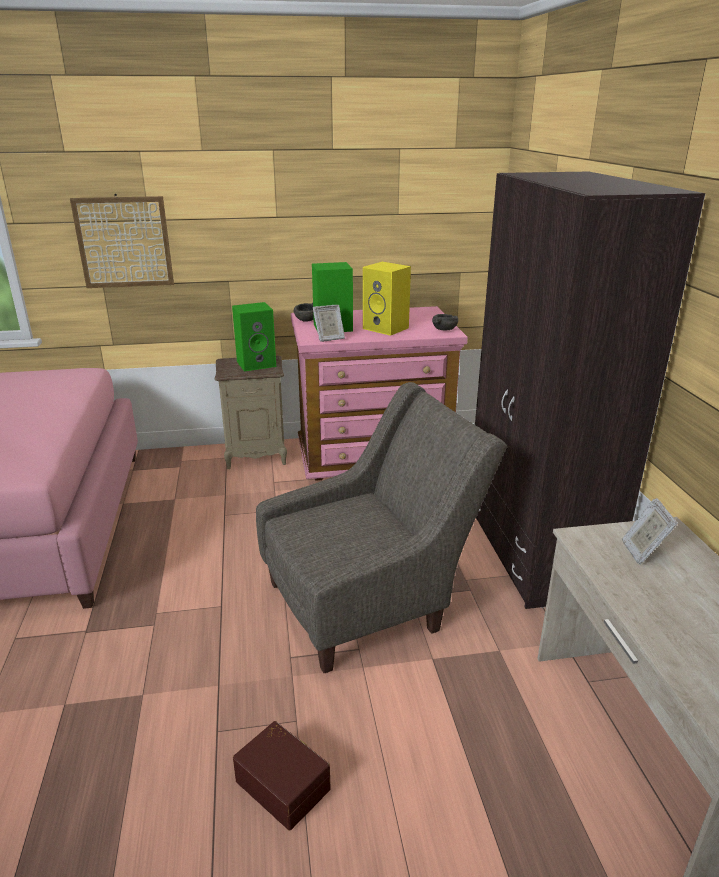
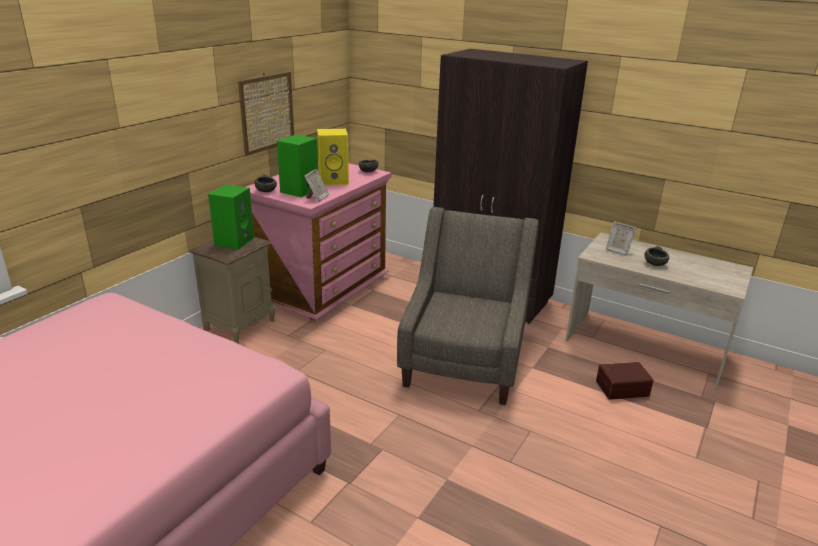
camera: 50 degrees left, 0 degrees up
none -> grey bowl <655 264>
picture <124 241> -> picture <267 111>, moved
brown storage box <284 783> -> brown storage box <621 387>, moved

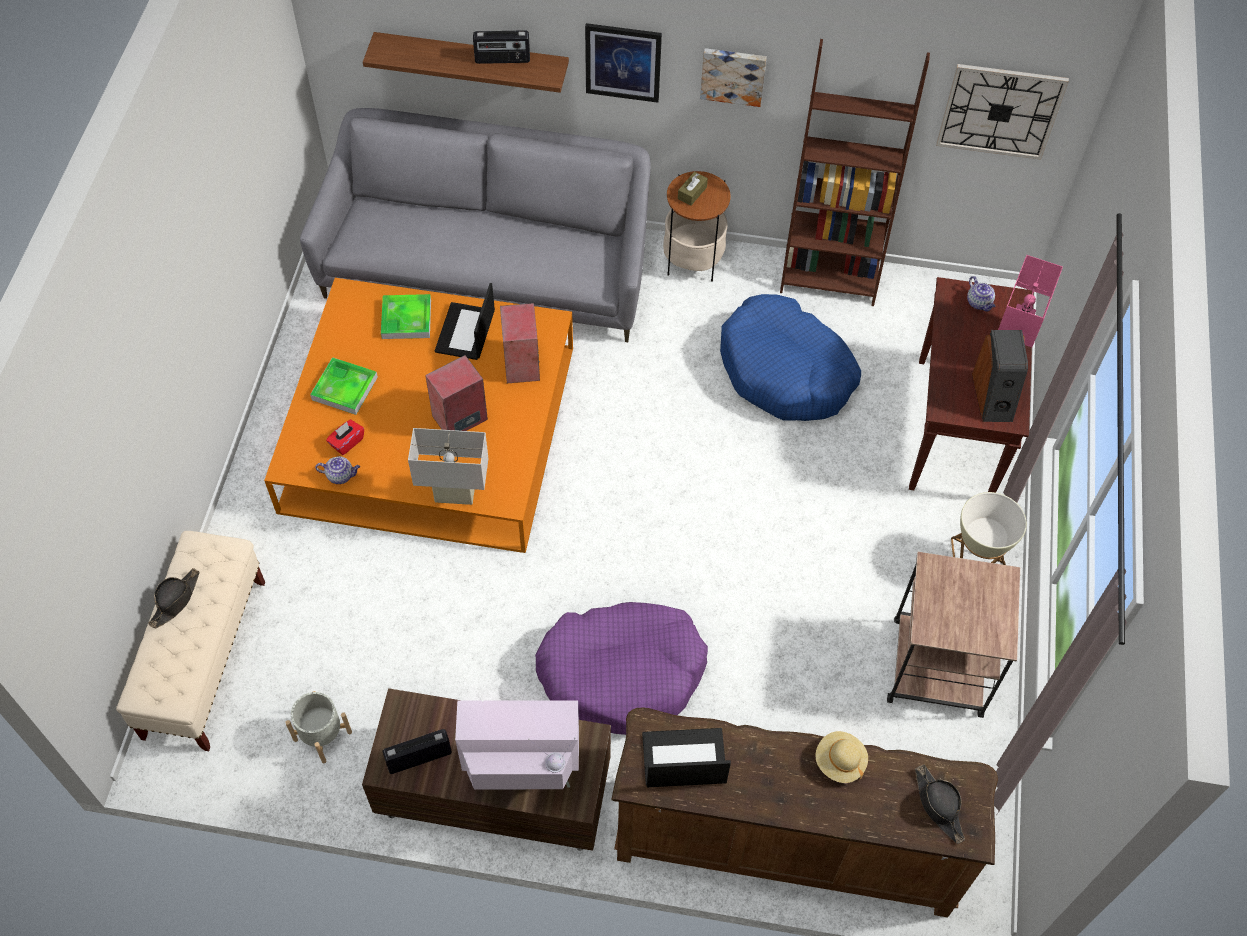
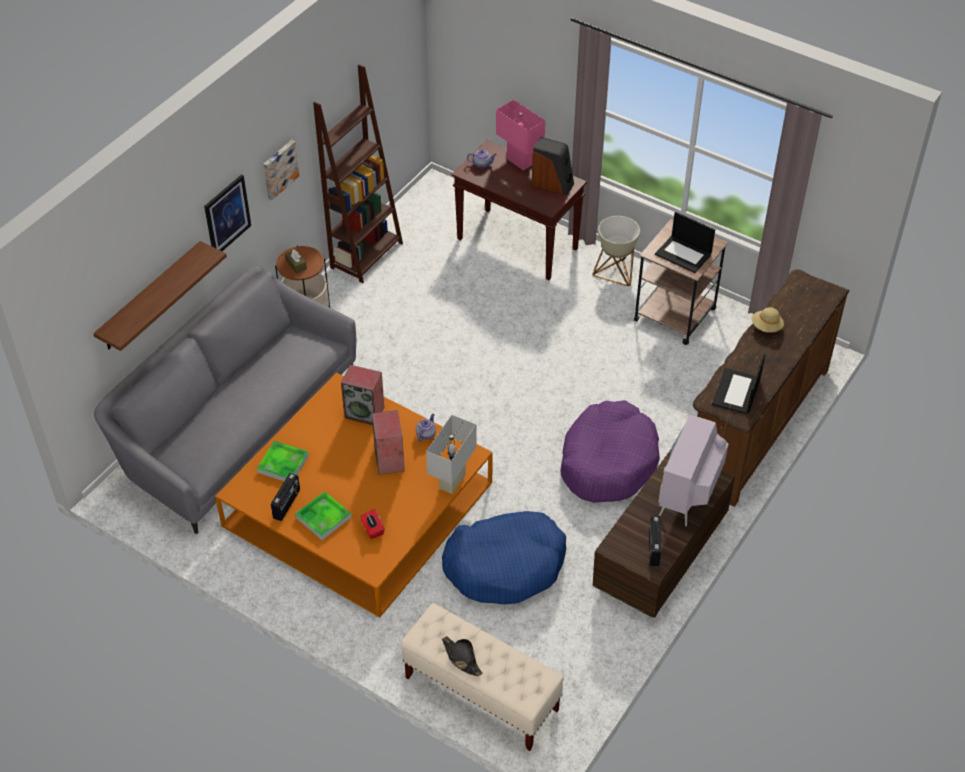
camera: 65 degrees left, 10 degrees down
grey planter <323 736> -> none
black hat <939 806> -> none
wall clock <1000 111> -> none
teapot <341 475> -> teapot <426 434>, moved
laptop <465 332> -> laptop <684 254>, moved
radio <502 60> -> radio <287 504>, moved
blue dog bed <785 371> -> blue dog bed <505 565>, moved

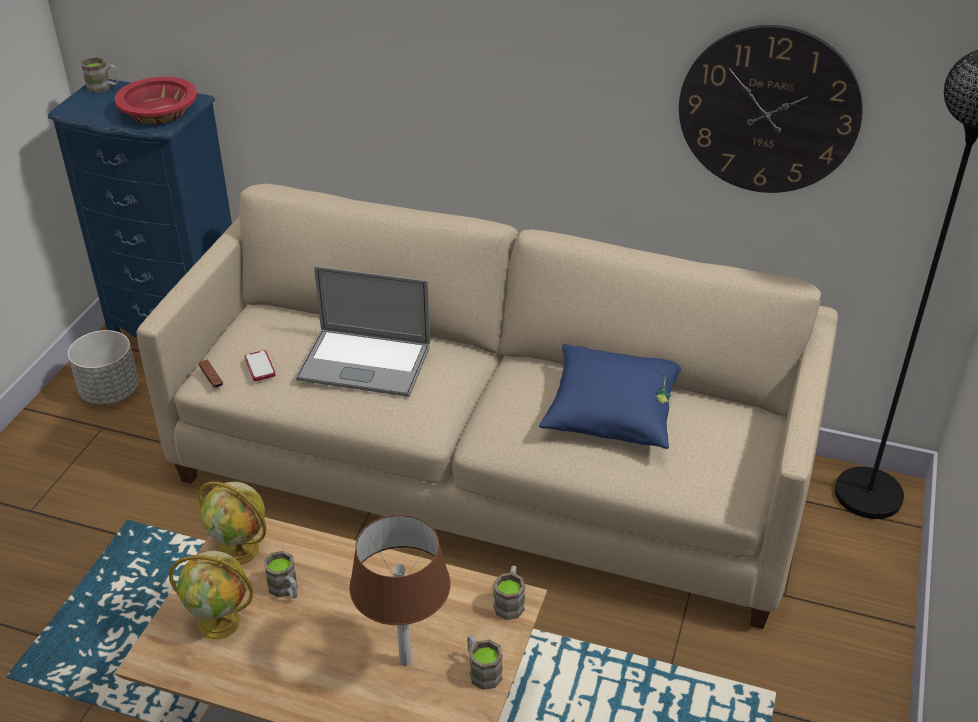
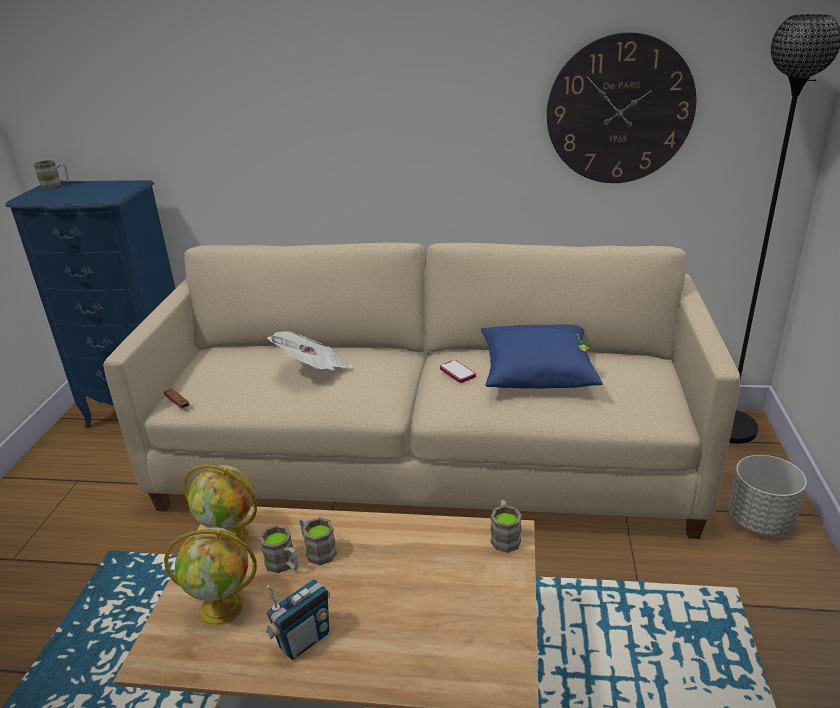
camera: 10 degrees left, 10 degrees down
red bowl <159 111> -> none
brown table lamp <405 660> -> none
none -> radio <304 640>
grey planter <110 391> -> grey planter <758 520>, moved
phone <260 367> -> phone <457 372>, moved
brown mug <482 670> -> brown mug <317 550>, moved
laptop <364 363> -> newspaper <314 369>

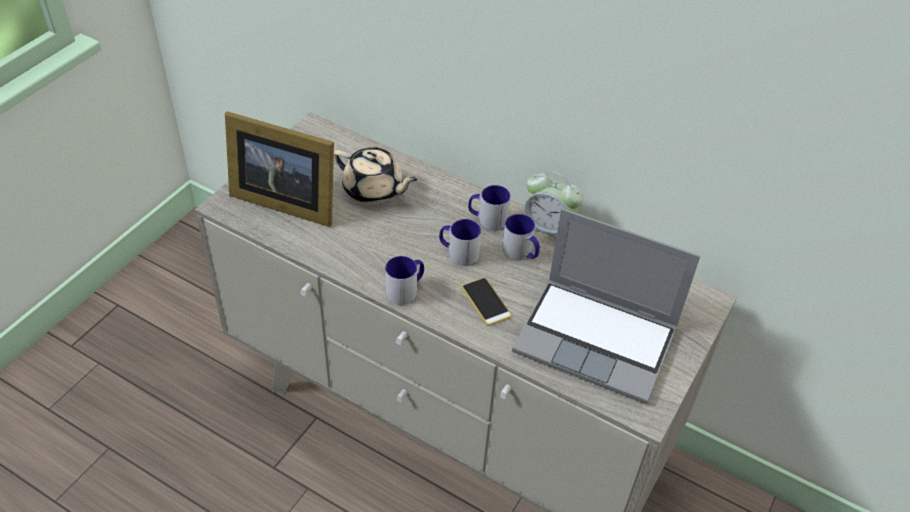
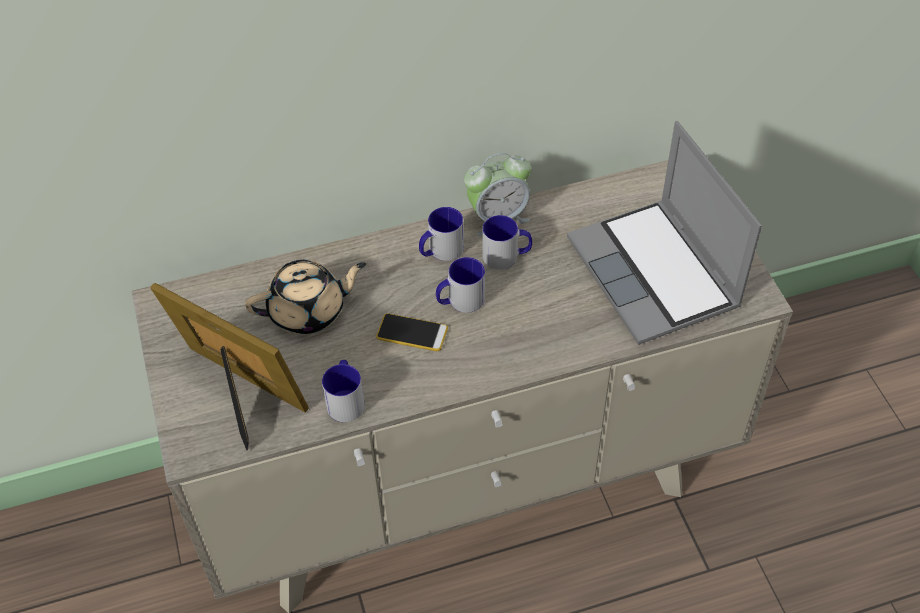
camera: 45 degrees left, 5 degrees up
mug <406 289> -> mug <346 399>, moved
phone <486 302> -> phone <412 333>, moved
picture frame <283 200> -> picture frame <240 394>, 120 degrees counterclockwise
laptop <598 340> -> laptop <655 274>, 90 degrees clockwise

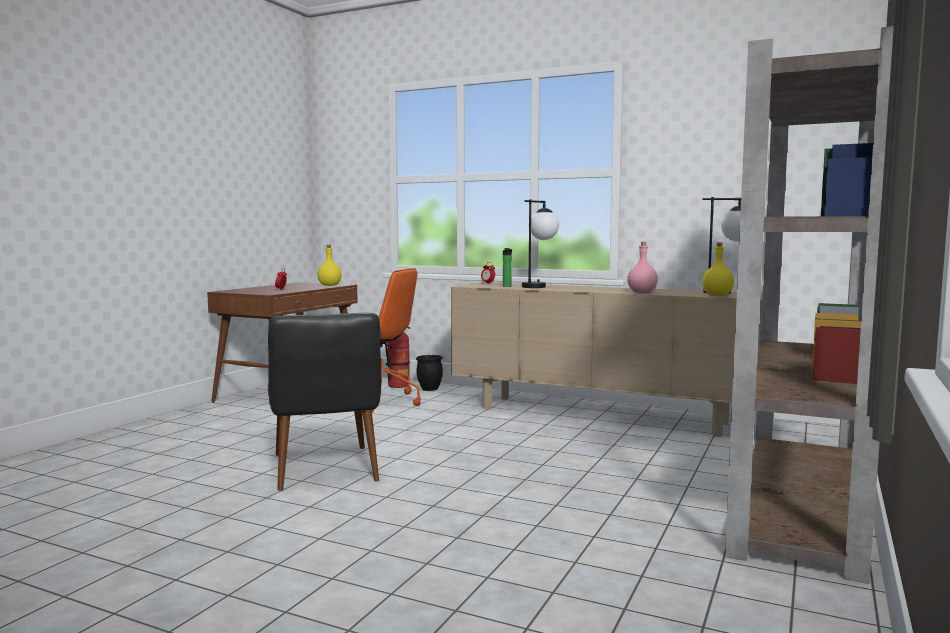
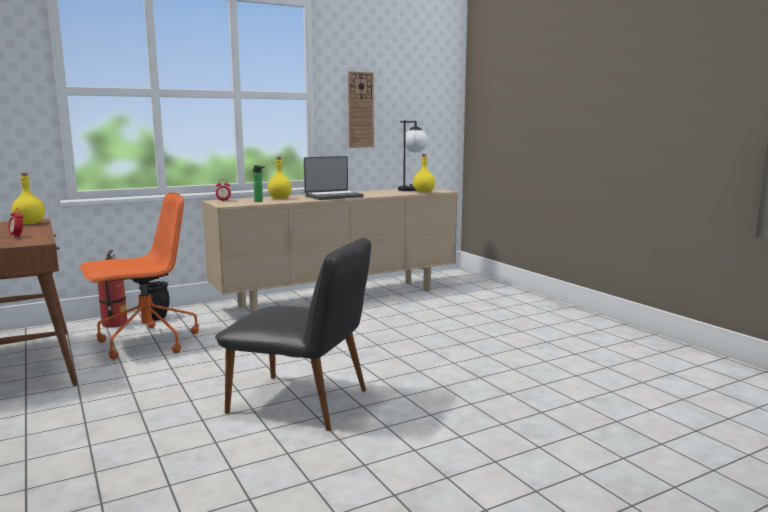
camera: 55 degrees left, 5 degrees up
pink bottle <642 292> -> none
brown bookcase <799 502> -> none
none -> laptop <333 196>
none -> wall clock <360 110>
table lamp <539 286> -> yellow bottle <280 198>

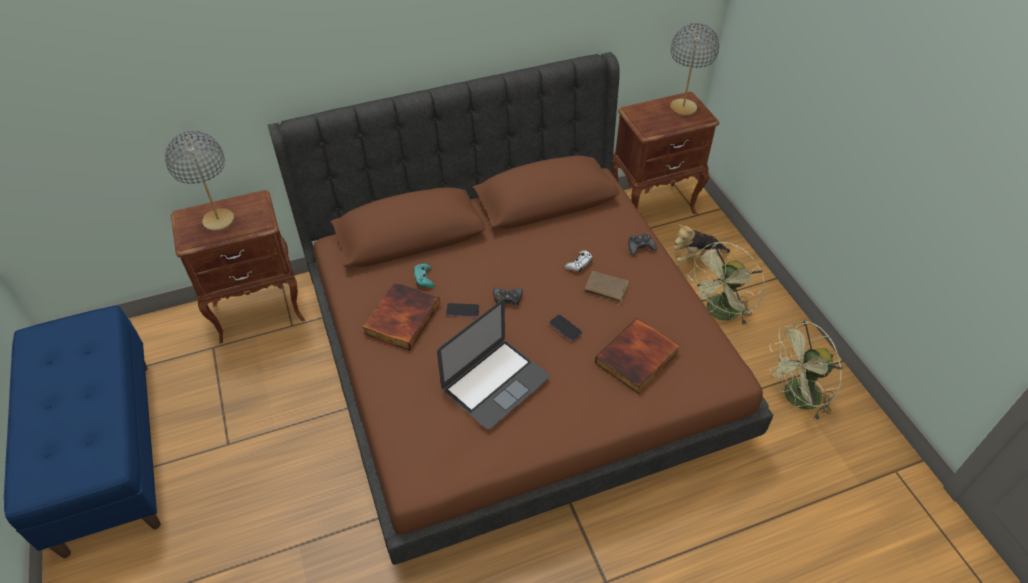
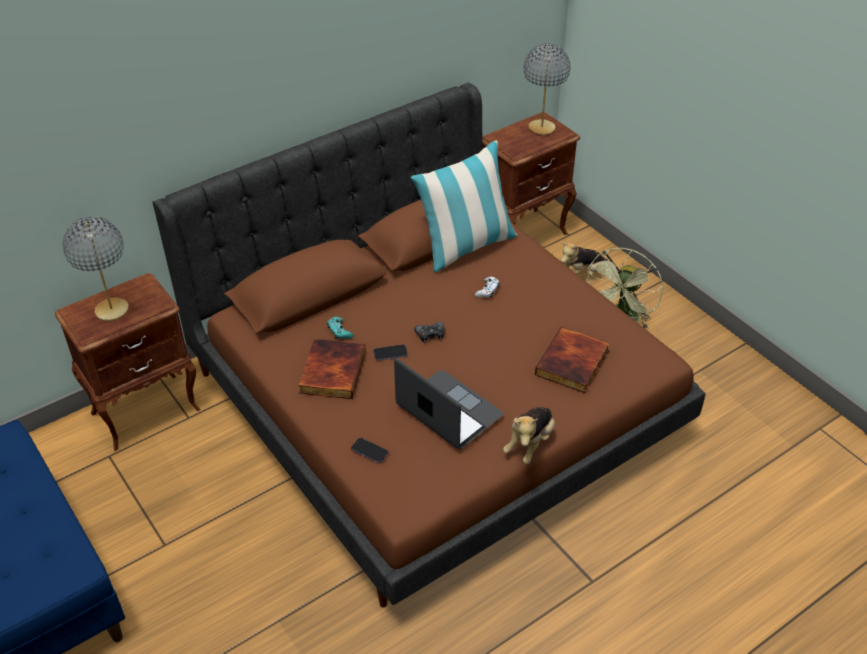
camera: 15 degrees left, 5 degrees down
brown book <605 289> -> none
black game controller <640 247> -> none
green fan <795 398> -> none
none -> pillow <466 247>
none -> plush toy <530 443>
phone <565 328> -> phone <369 451>, moved
laptop <495 383> -> laptop <448 410>, 75 degrees counterclockwise

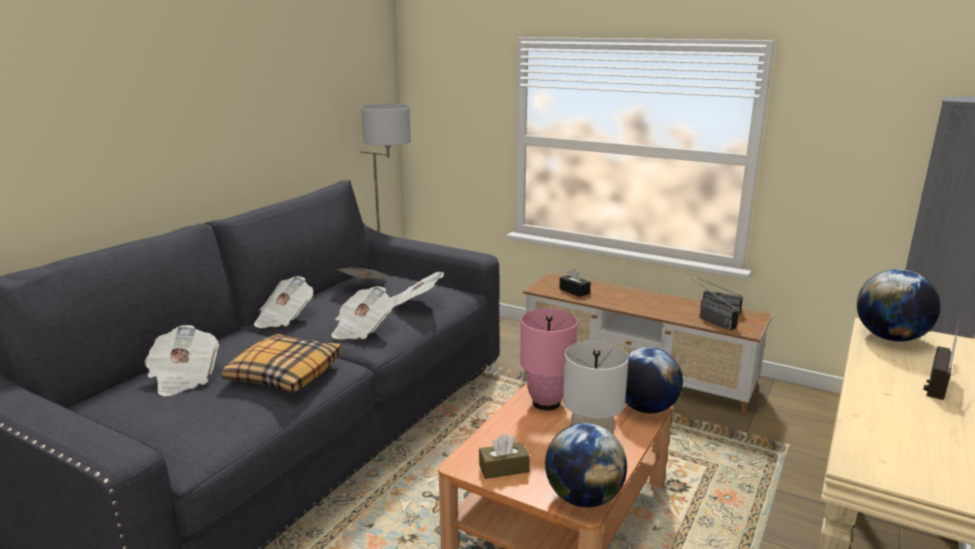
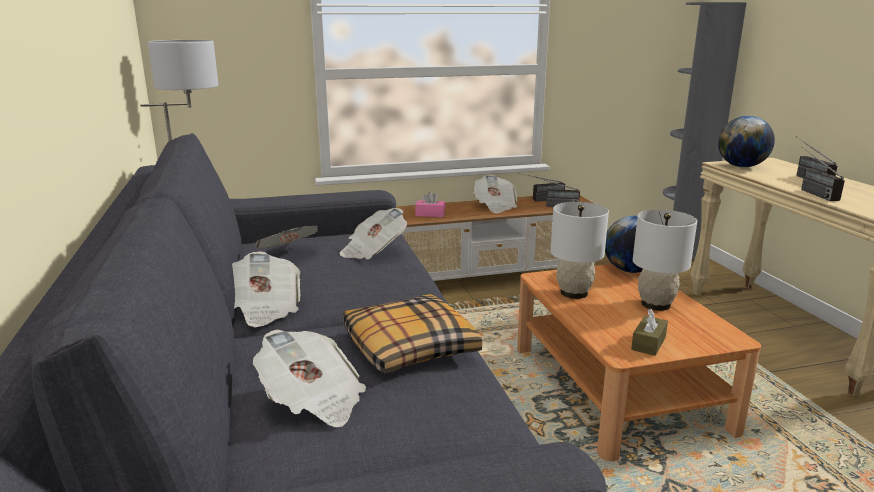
camera: 45 degrees left, 0 degrees up
globe <583 498> -> none
none -> radio <810 192>
newspaper <361 329> -> newspaper <495 206>, moved
pink table lamp <546 403> -> white table lamp <574 293>
black tissue box <574 291> -> pink tissue box <430 214>

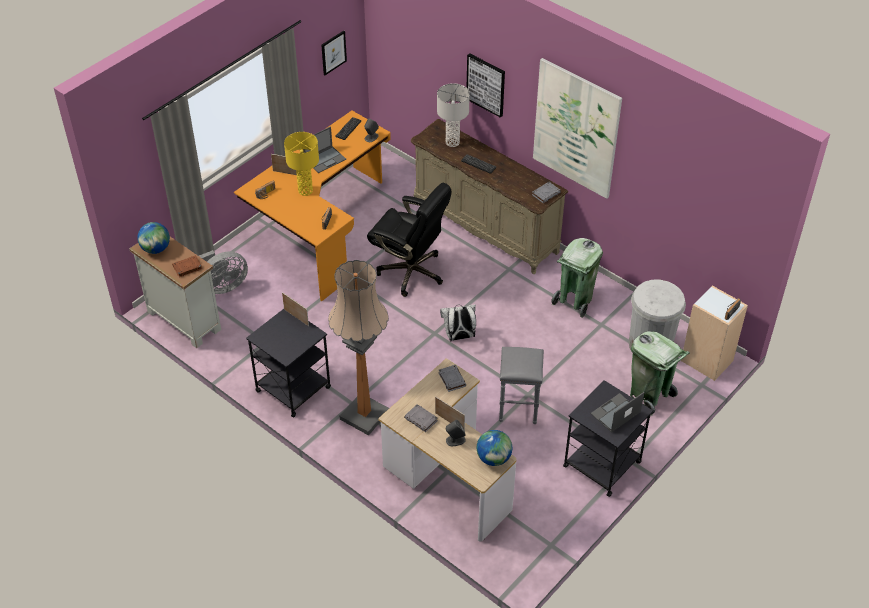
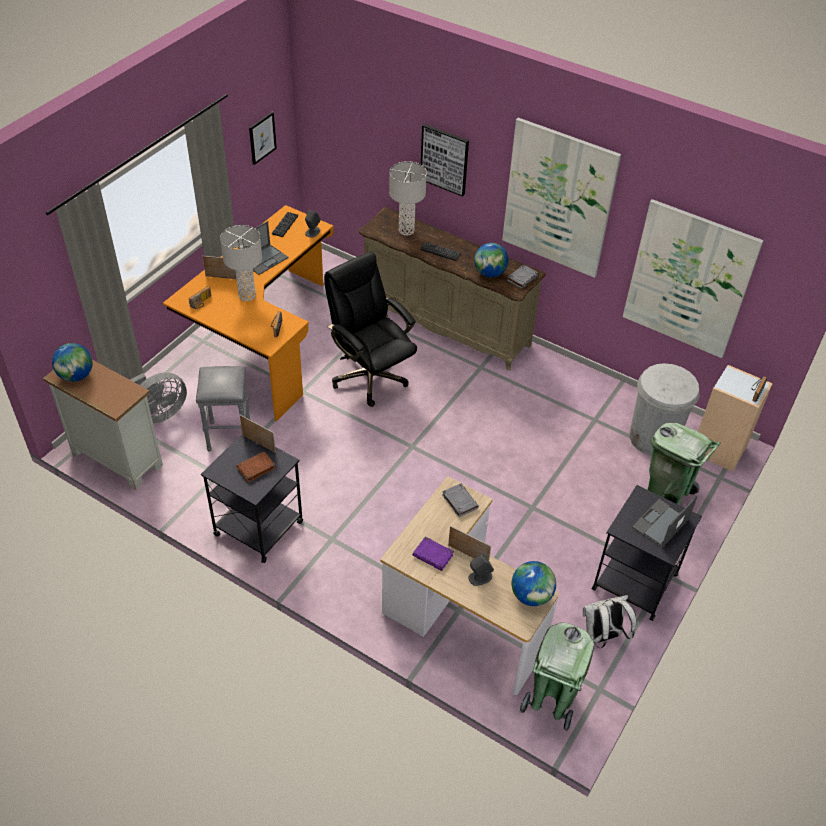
camera: 10 degrees left, 0 degrees up
floor lamp <364 415> -> none
none -> globe <490 273>
none -> picture <688 280>
brown book <187 268> -> brown book <256 468>, moved
white backpack <459 337> -> white backpack <602 636>, moved
grey stool <519 407> -> grey stool <230 435>, moved
green trash can <574 300> -> green trash can <551 701>, moved
yellow table lamp <305 191> -> white table lamp <247 295>
grey book <421 420> -> purple book <433 555>
black office chair <410 271> -> black office chair <371 379>, 150 degrees counterclockwise

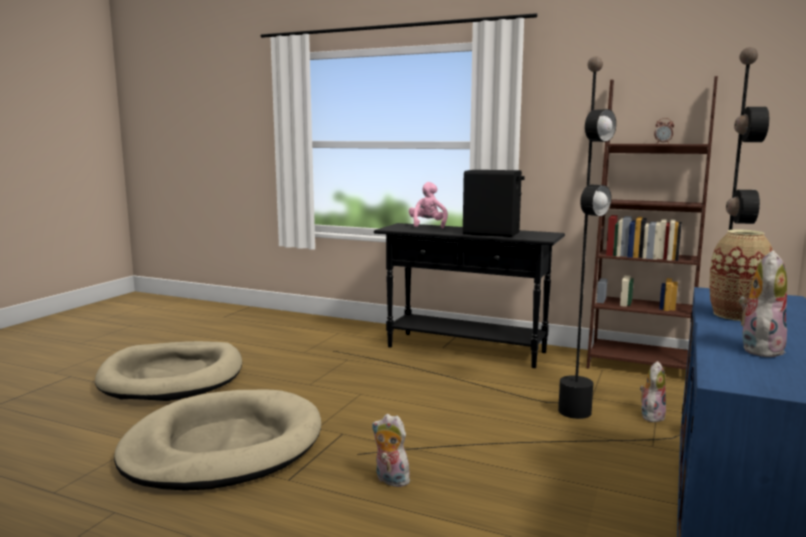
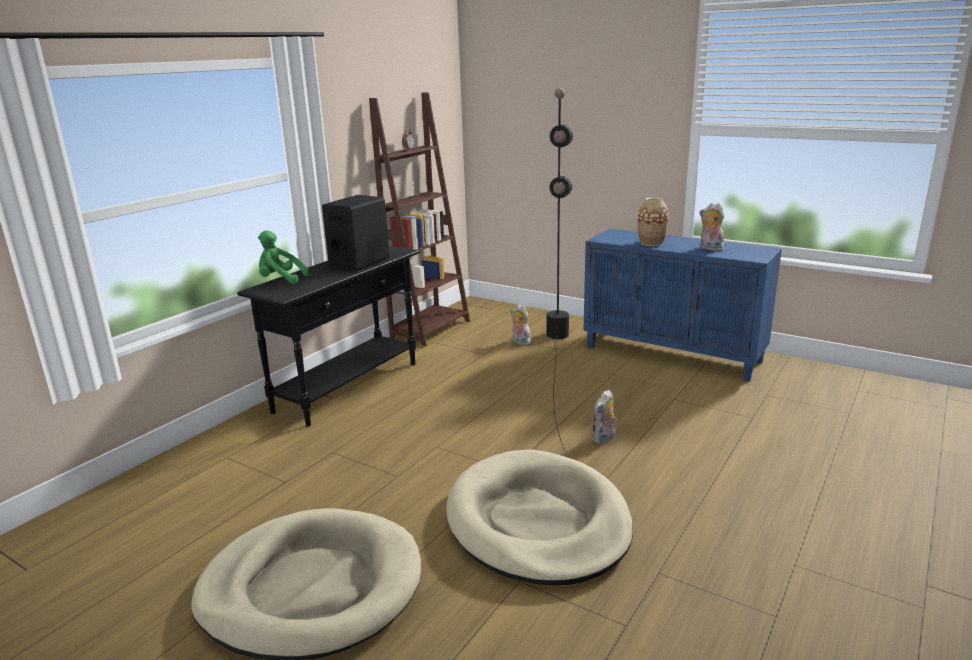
camera: 80 degrees left, 10 degrees up
black floor lamp <495 391> -> none
pink plush toy <428 225> -> green plush toy <280 280>

